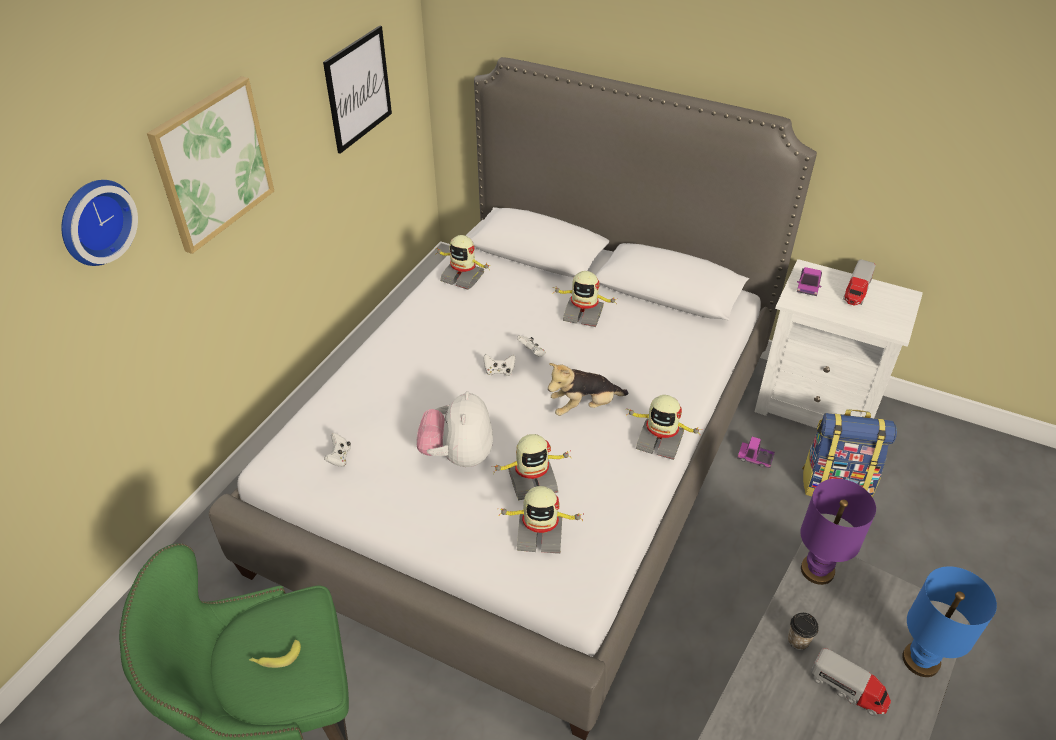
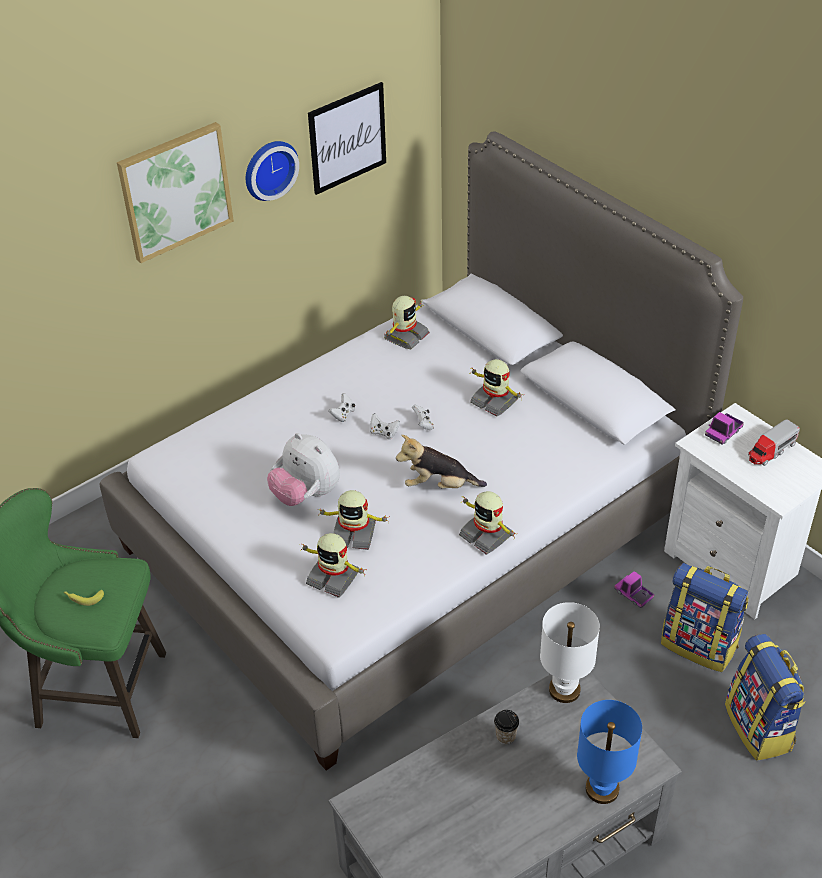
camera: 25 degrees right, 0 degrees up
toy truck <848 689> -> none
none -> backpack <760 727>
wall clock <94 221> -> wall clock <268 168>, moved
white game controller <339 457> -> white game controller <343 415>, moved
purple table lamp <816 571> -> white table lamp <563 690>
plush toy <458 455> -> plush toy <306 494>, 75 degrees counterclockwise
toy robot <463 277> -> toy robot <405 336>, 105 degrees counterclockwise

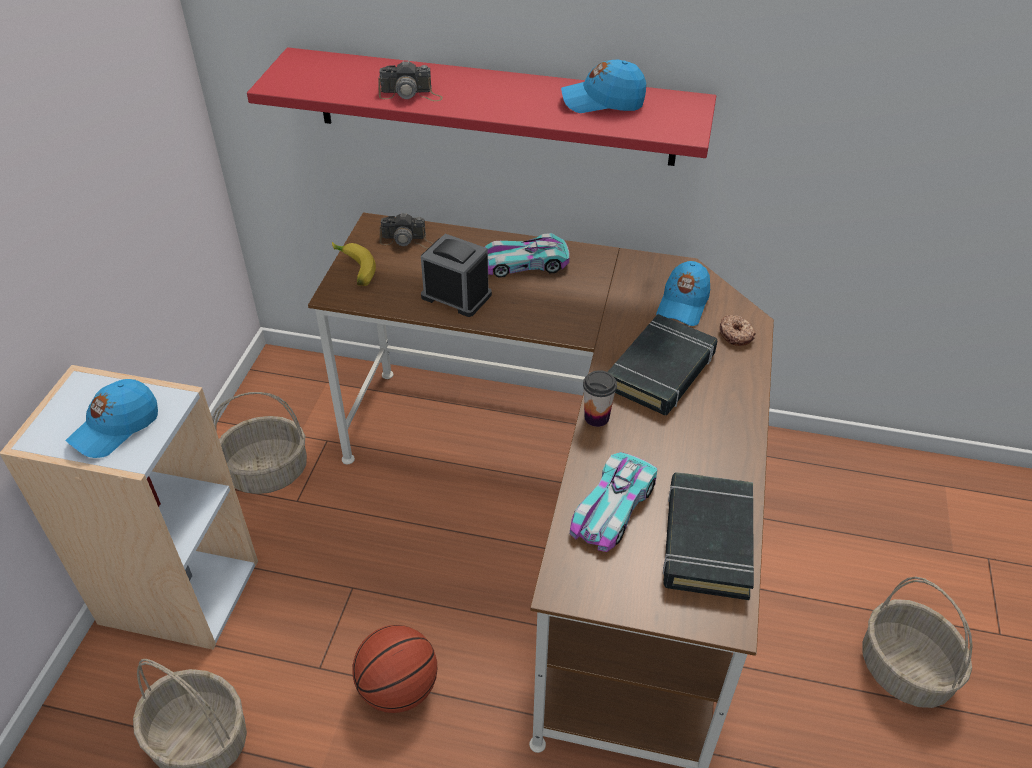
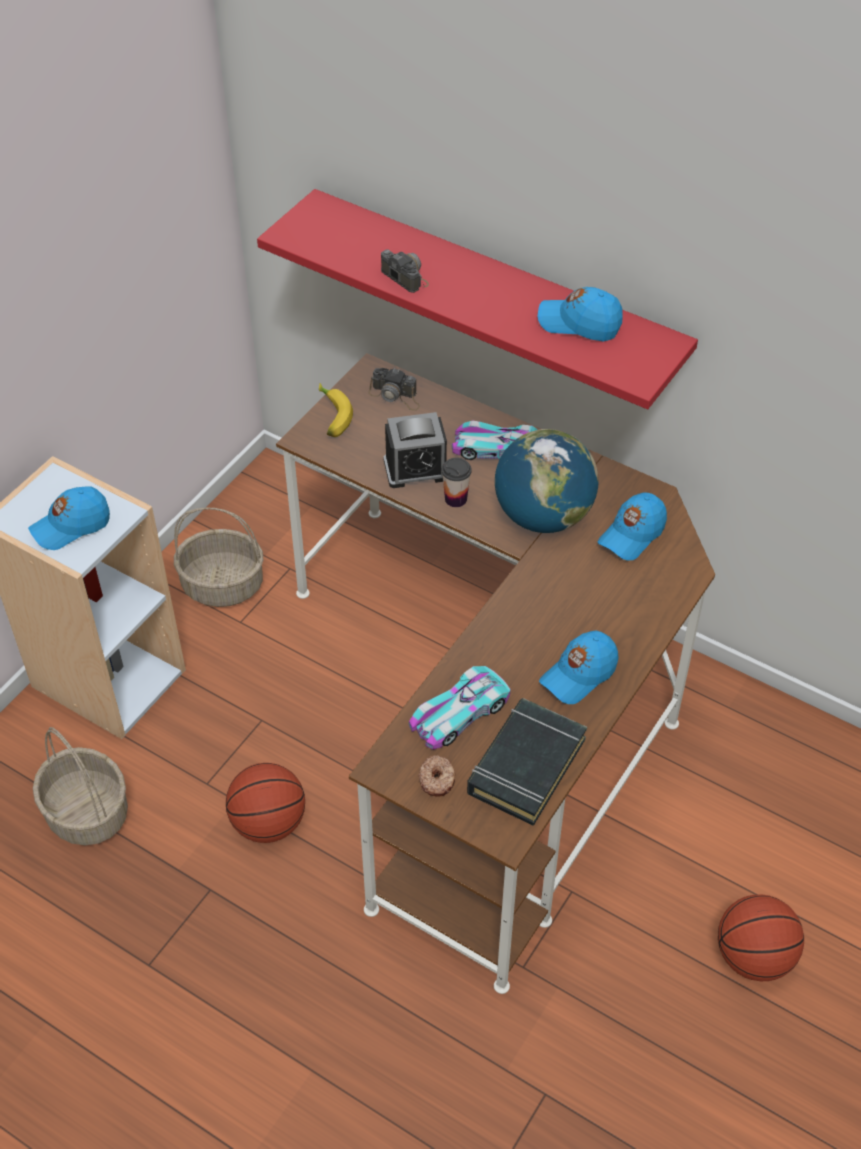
camera: 20 degrees right, 5 degrees up
black book <661 371> -> none
none -> globe <543 516>
none -> blue cap <579 674>
cup <596 417> -> cup <455 499>, moved
donut <736 334> -> donut <437 780>, moved
basket <903 669> -> basketball <753 957>
photo camera <411 94> -> photo camera <403 273>, 150 degrees counterclockwise
alarm clock <456 296> -> alarm clock <416 469>, 120 degrees clockwise

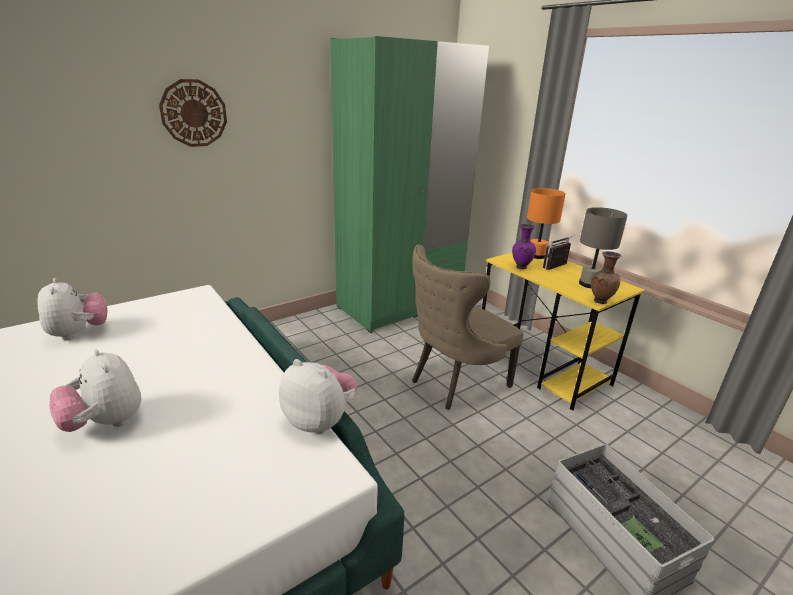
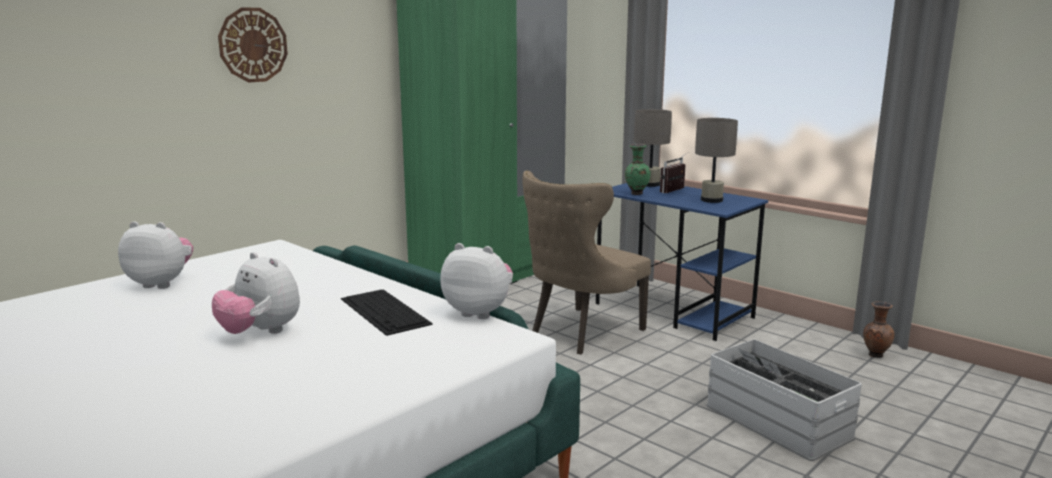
camera: 10 degrees left, 10 degrees down
none -> keyboard <385 311>
brown vase <599 301> -> brown vase <875 355>, moved
yellow desk <542 367> -> blue desk <674 311>
purple vase <520 267> -> green vase <636 194>
orange table lamp <536 255> -> grey table lamp <650 184>
plush toy <79 333> -> plush toy <161 283>, 45 degrees counterclockwise

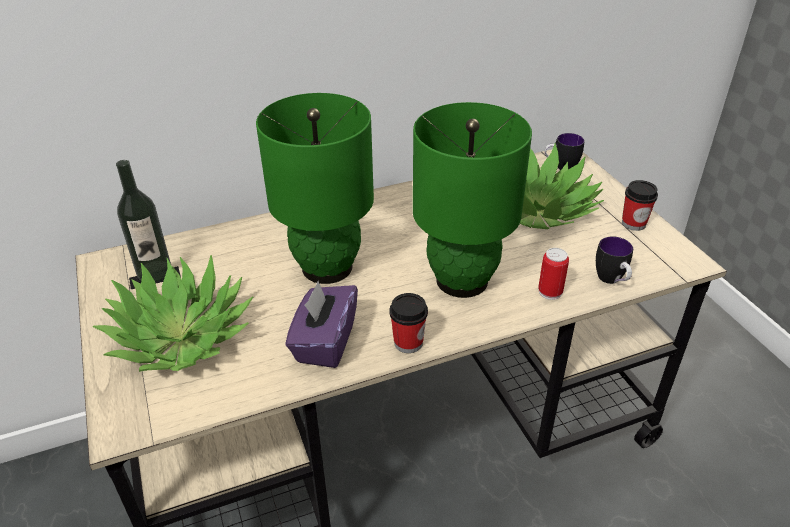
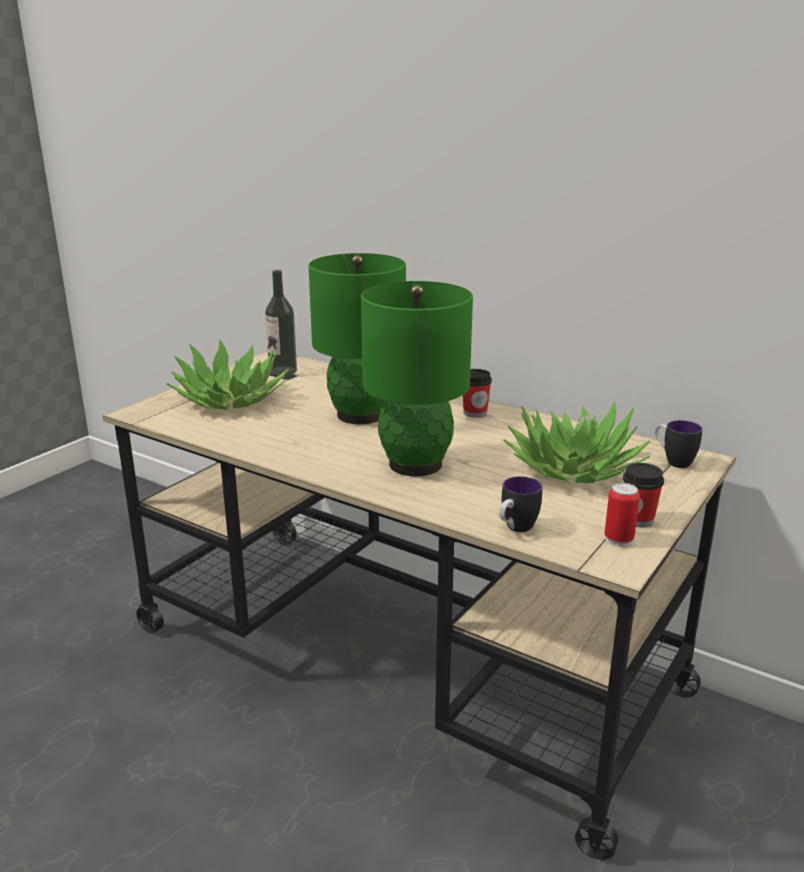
camera: 55 degrees right, 15 degrees down
purple tissue box <325 342> -> none
cup <408 342> -> cup <475 413>, moved
can <550 292> -> can <618 539>, moved

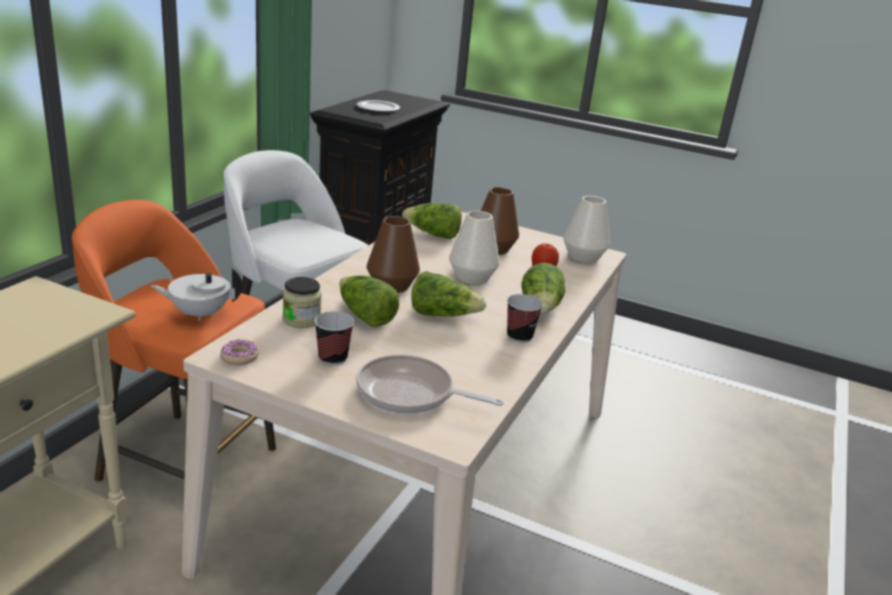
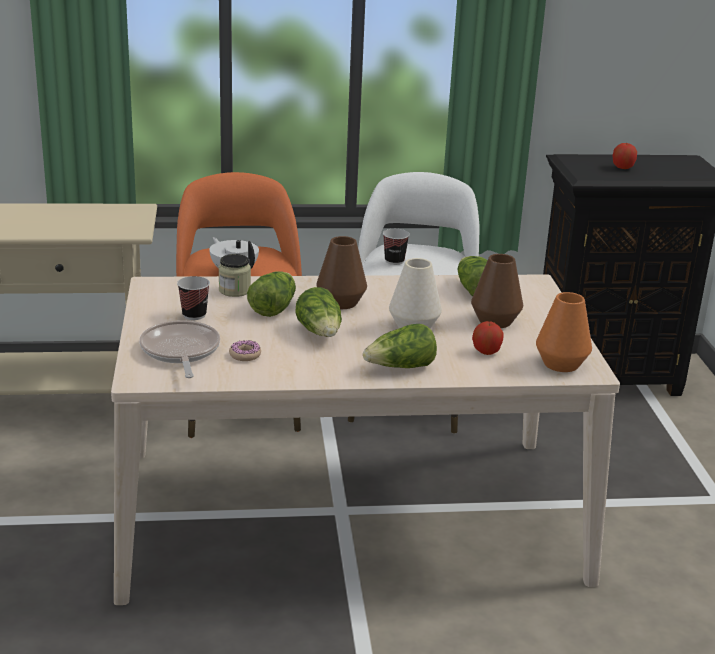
camera: 60 degrees right, 0 degrees up
donut <239 357> -> donut <245 355>, moved
cup <519 337> -> cup <394 261>, moved
plate <378 108> -> apple <622 168>
white vase <583 257> -> orange vase <561 364>

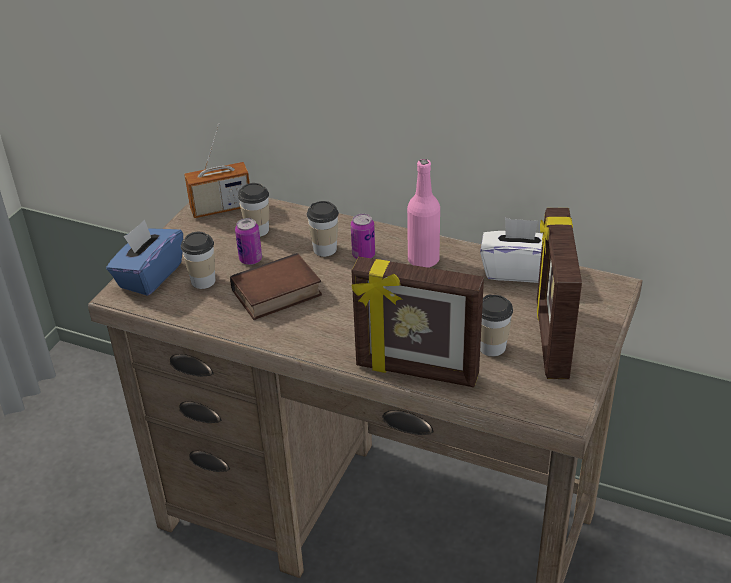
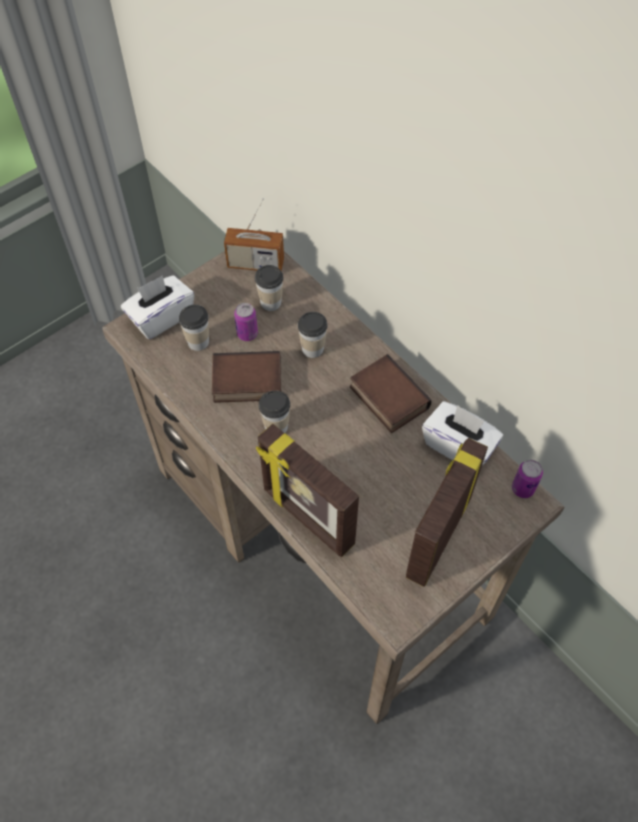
camera: 25 degrees right, 20 degrees up
can <363 255> -> can <523 489>, moved
cup <492 347> -> cup <276 427>, moved
pink bottle <423 260> -> book <386 397>
blue tissue box <149 276> -> white tissue box <161 317>

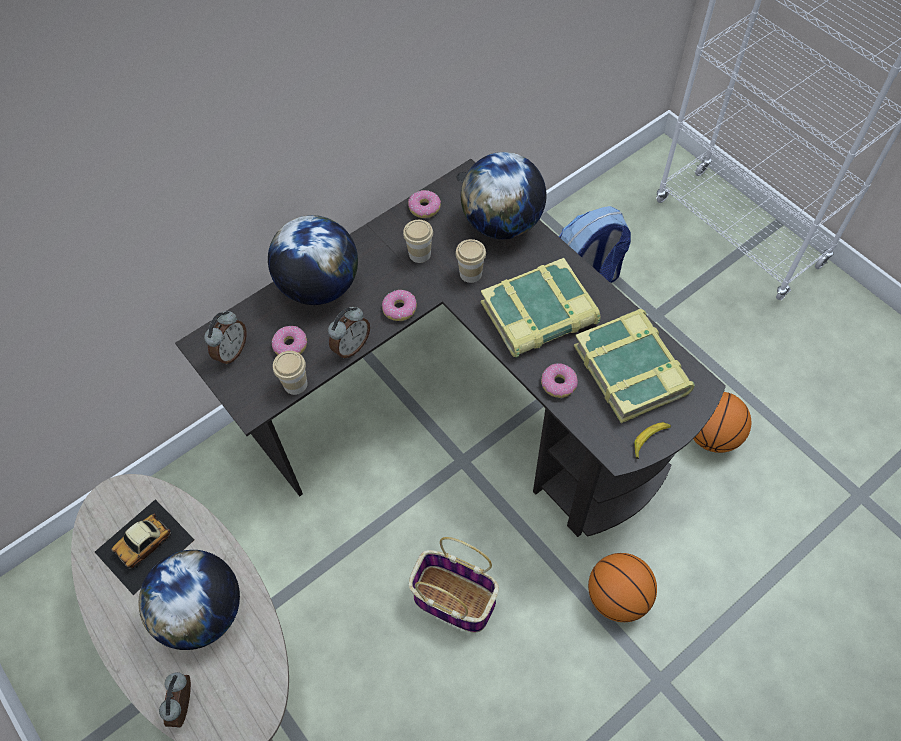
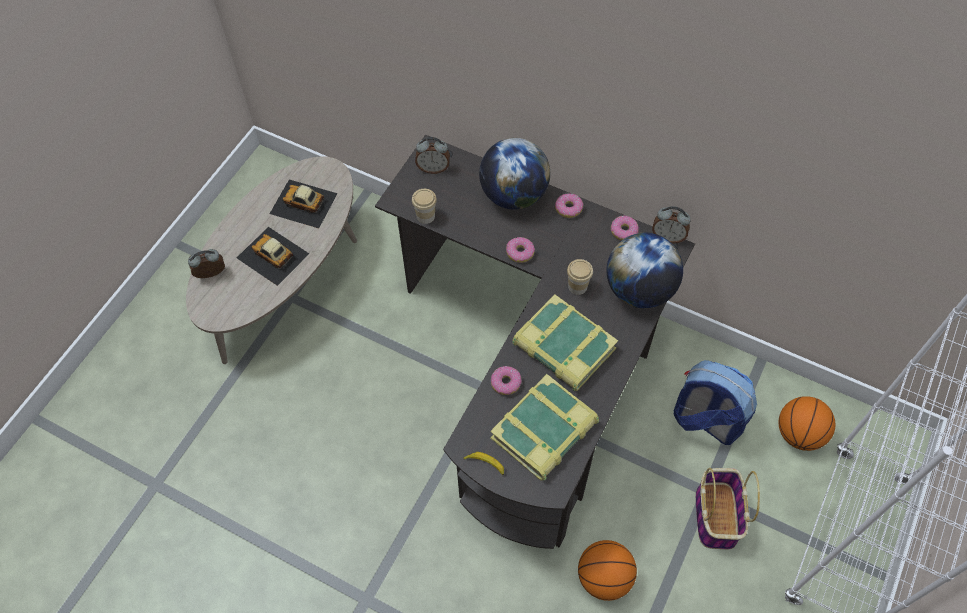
camera: 65 degrees right, 0 degrees up
cup <419 254> -> none
donut <290 345> -> donut <568 208>, moved
alarm clock <351 346> -> alarm clock <668 237>, moved
basket <452 599> -> basket <715 514>, moved
basketball <617 596> -> basketball <799 433>, moved
globe <202 611> -> toy car <272 256>

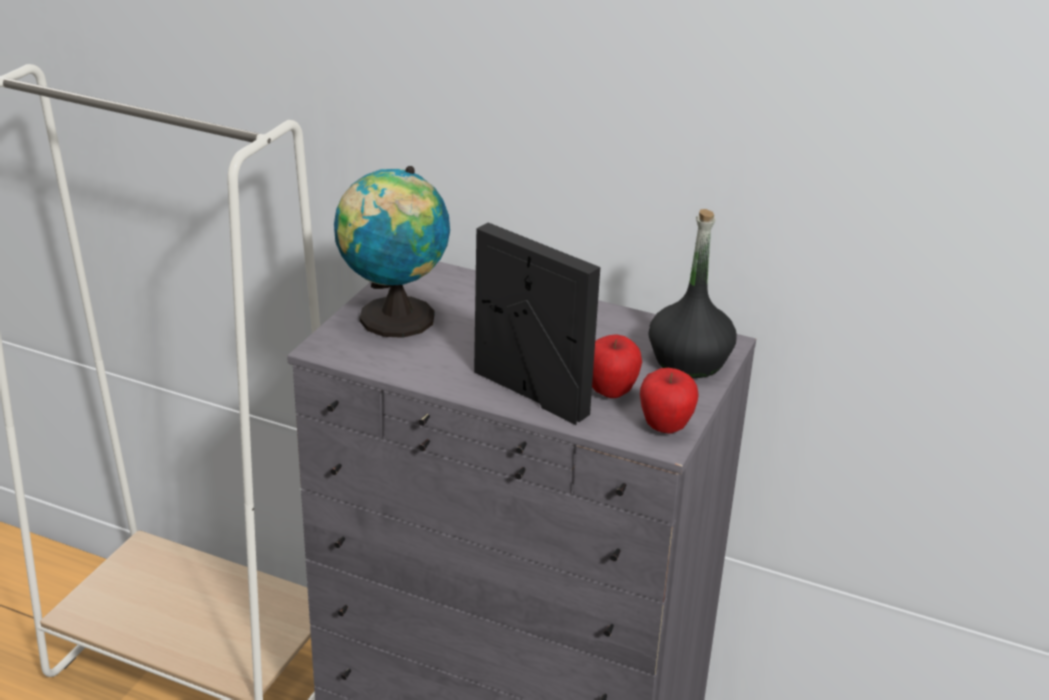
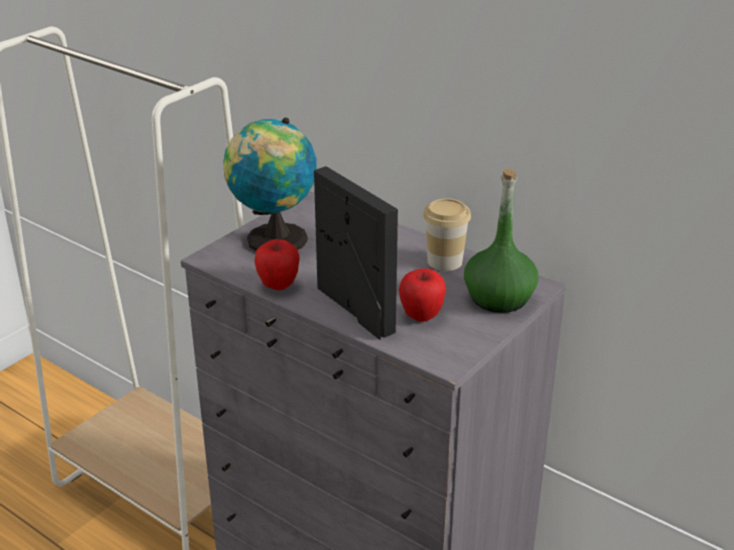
camera: 15 degrees right, 0 degrees up
none -> cup <444 261>
apple <665 427> -> apple <278 285>, moved
black bottle <689 361> -> green bottle <499 298>

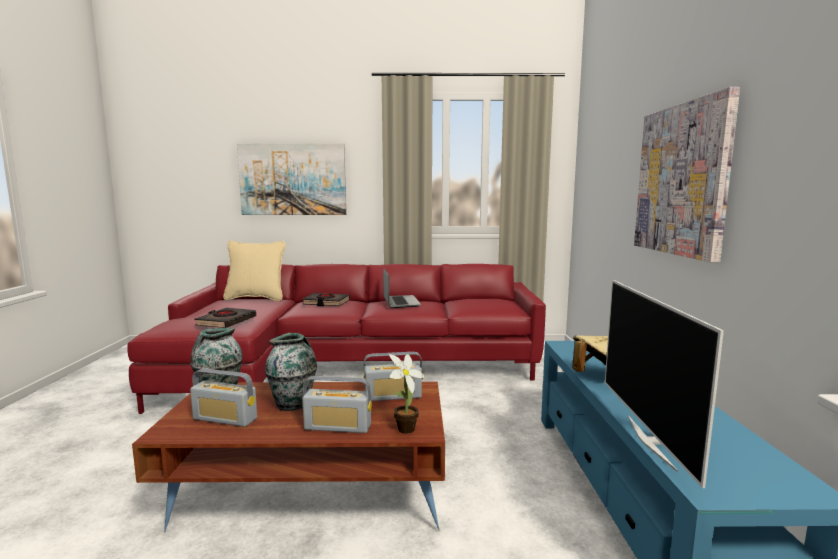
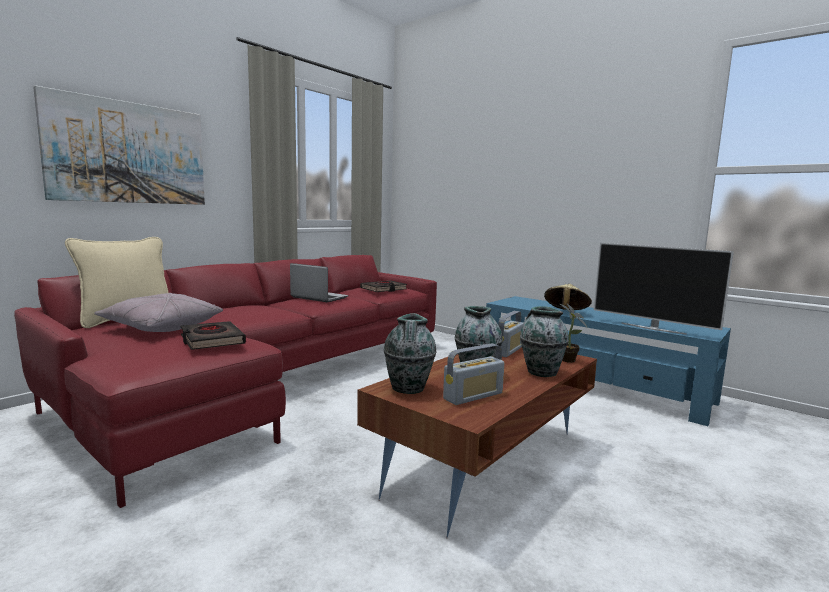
camera: 50 degrees left, 0 degrees up
picture <682 180> -> none
none -> purple pillow <161 328>
black book <326 303> -> black book <383 289>, moved
radio <338 427> -> vase <541 372>

